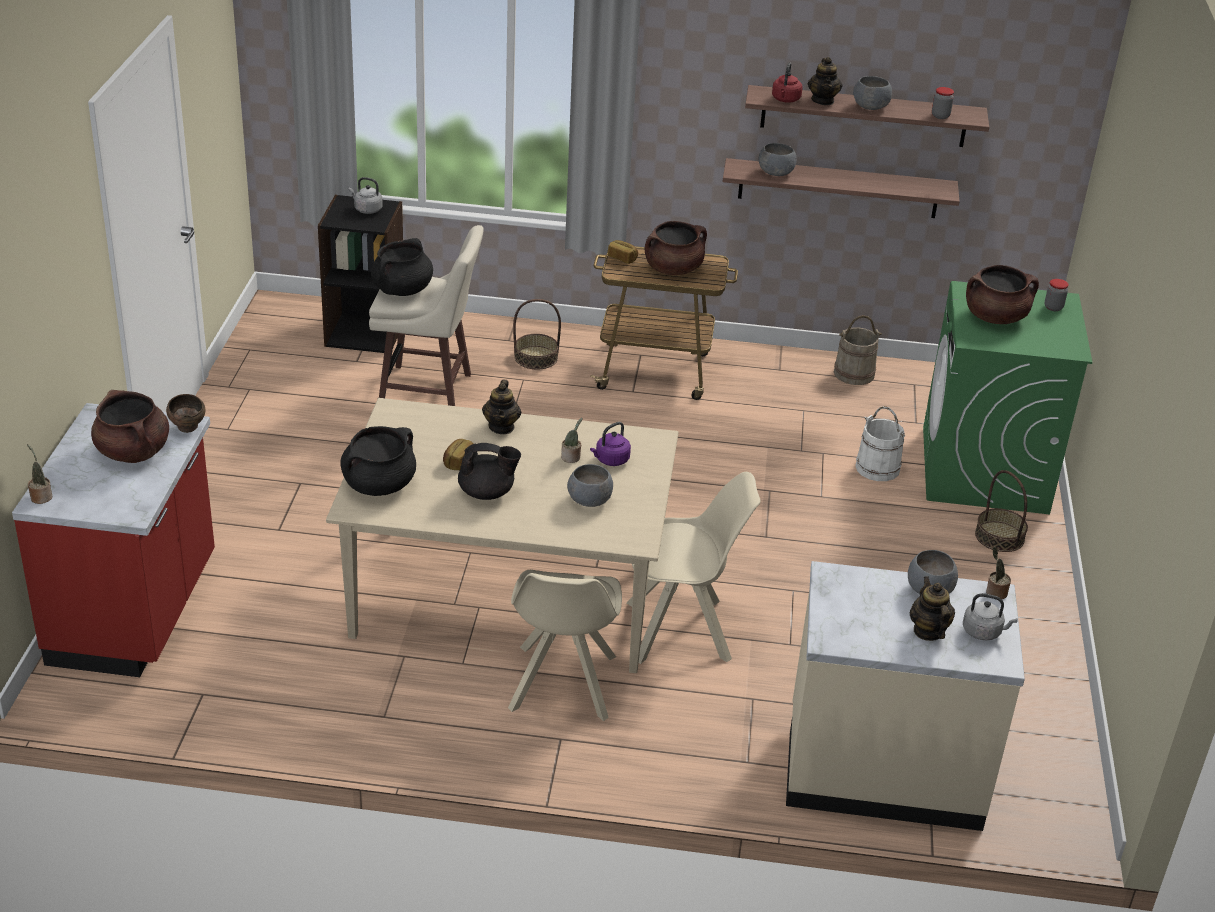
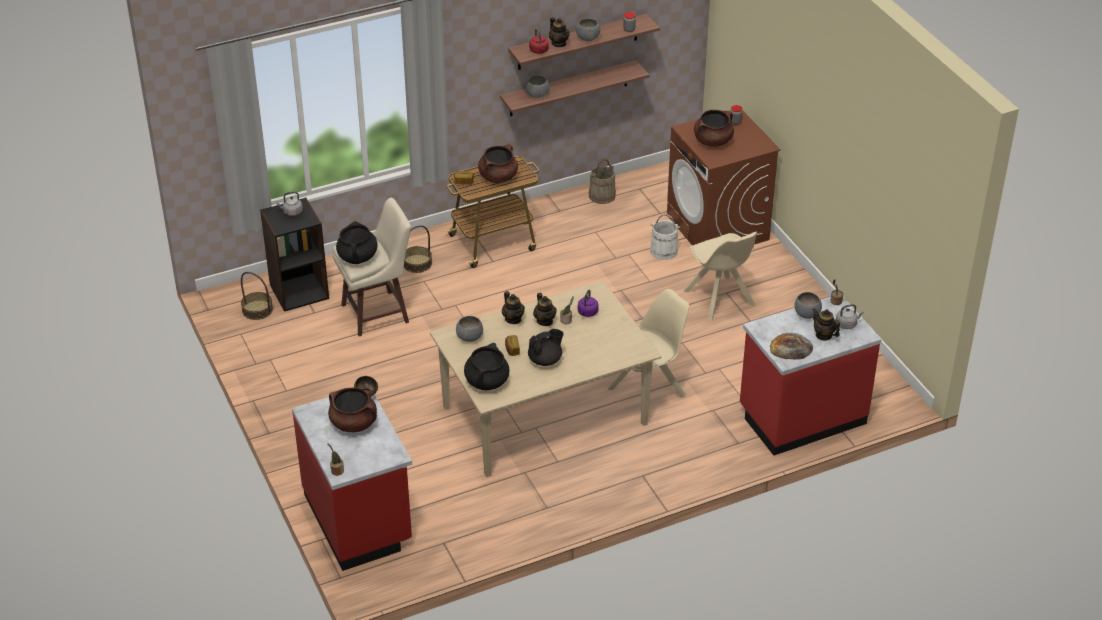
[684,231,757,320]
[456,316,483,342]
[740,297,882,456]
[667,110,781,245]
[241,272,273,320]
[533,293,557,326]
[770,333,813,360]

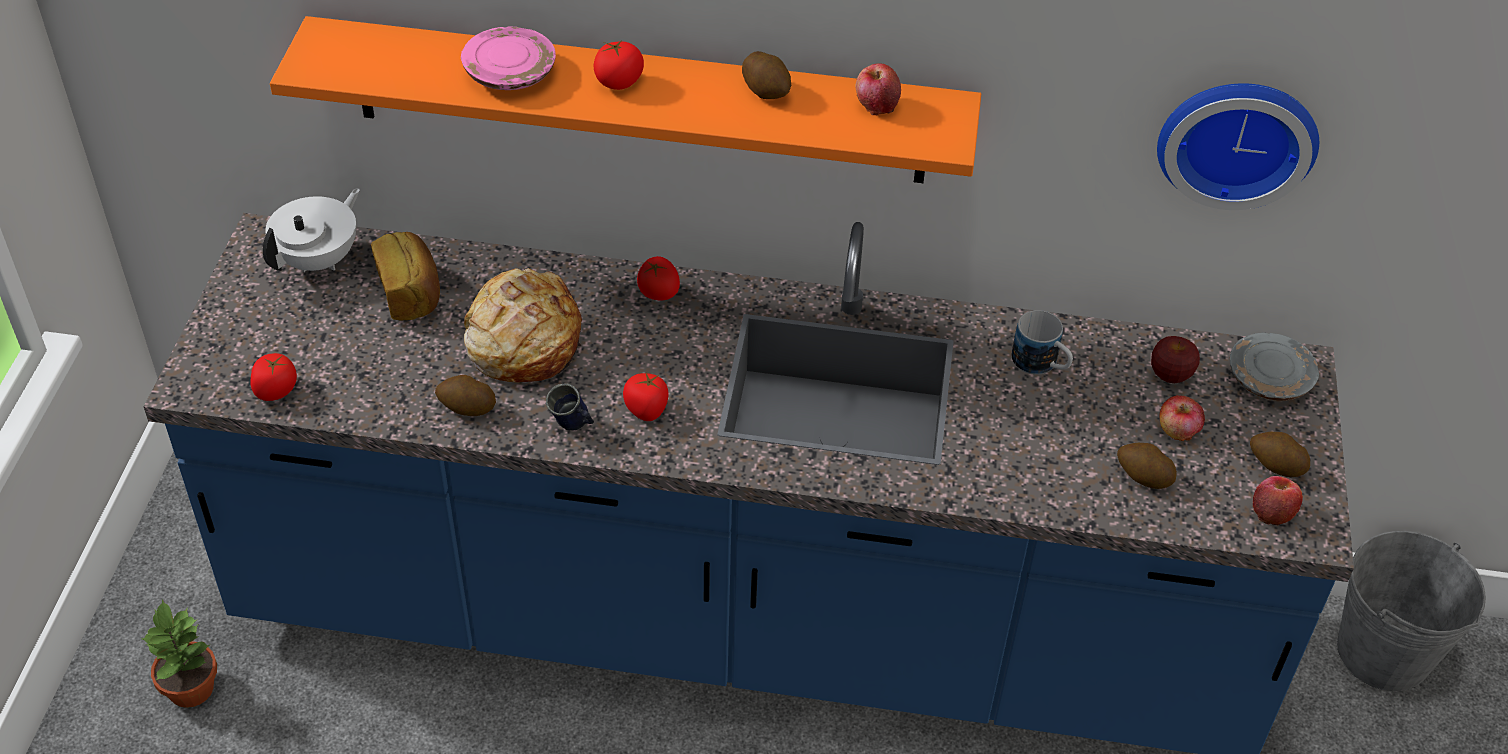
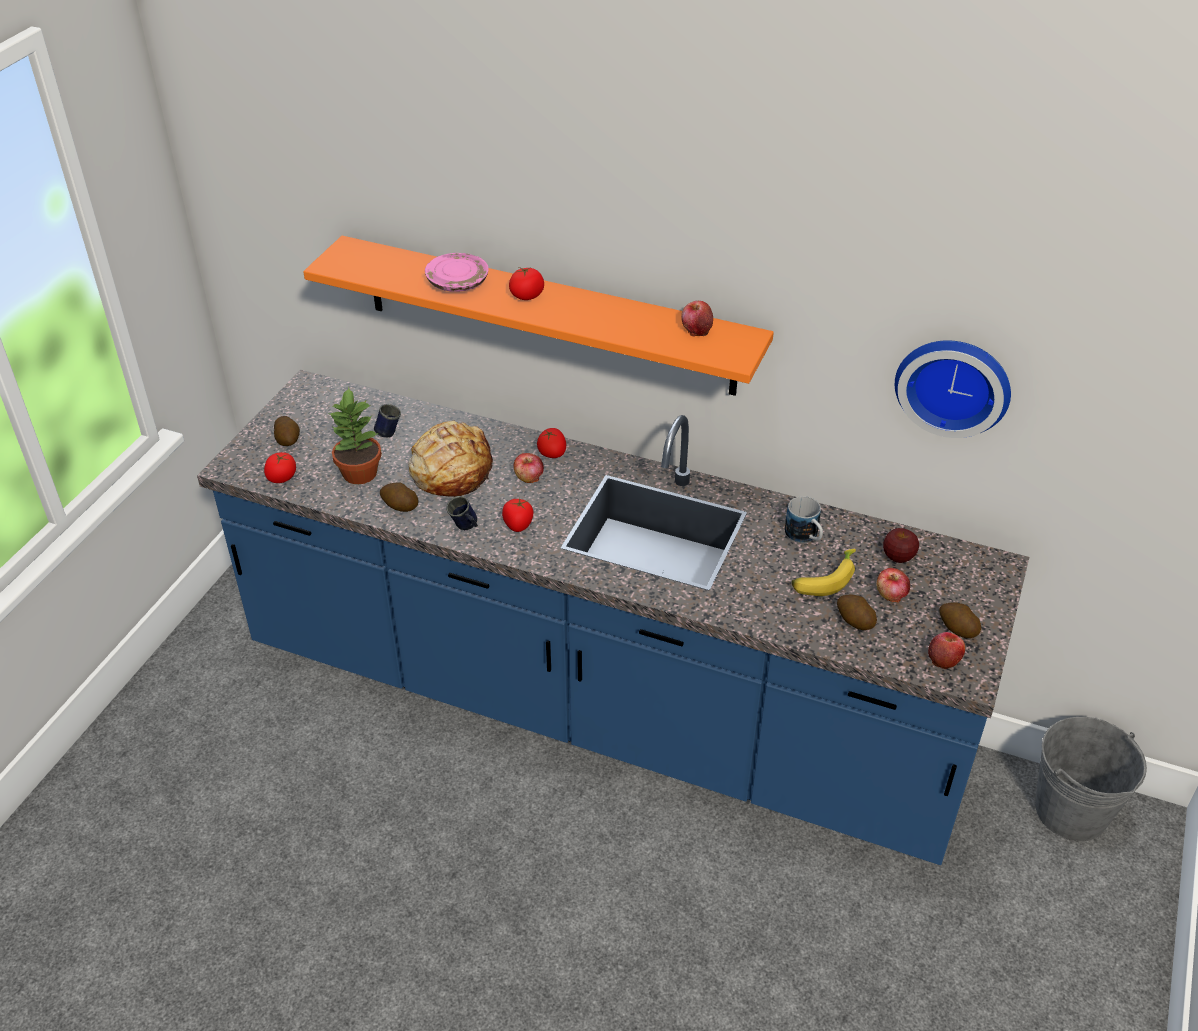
[329,387,382,484]
[263,188,360,272] (first image)
[374,404,401,438]
[274,416,300,446]
[1230,333,1319,401] (first image)
[514,453,544,483]
[792,549,856,596]

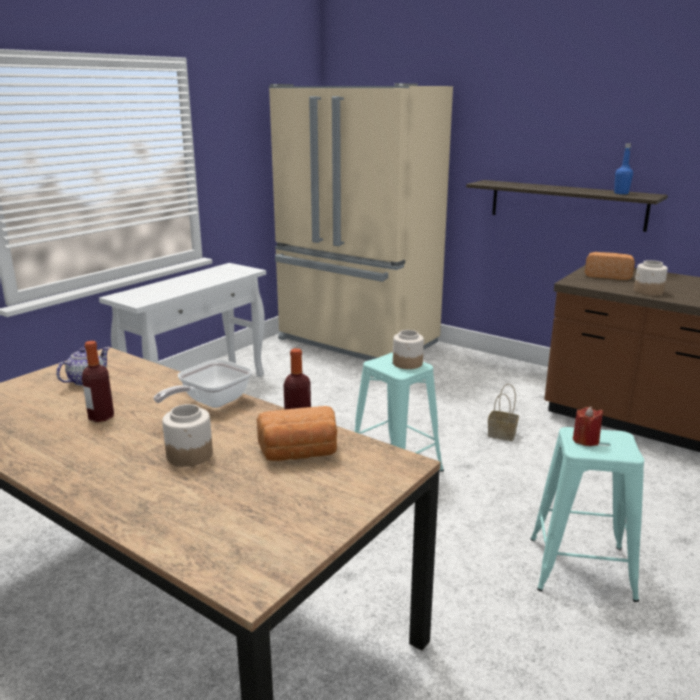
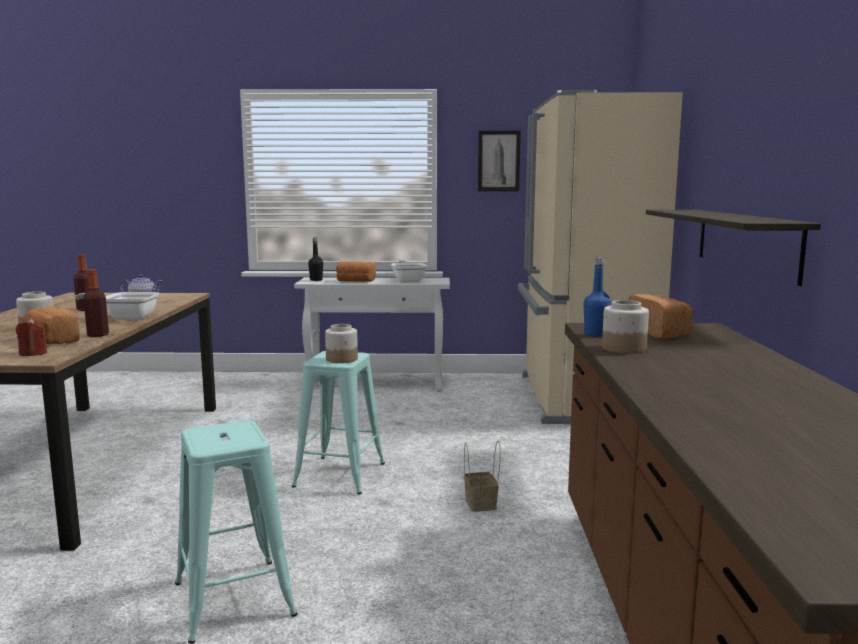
[16,318,47,356]
[583,257,611,337]
[308,238,323,281]
[336,261,376,282]
[391,260,427,283]
[478,130,521,191]

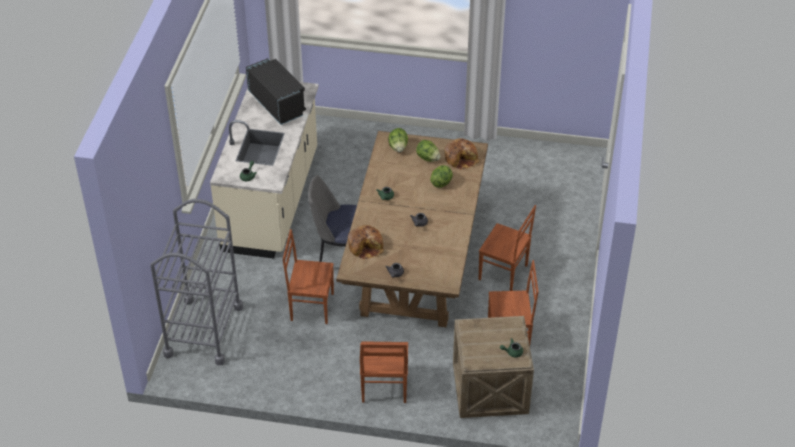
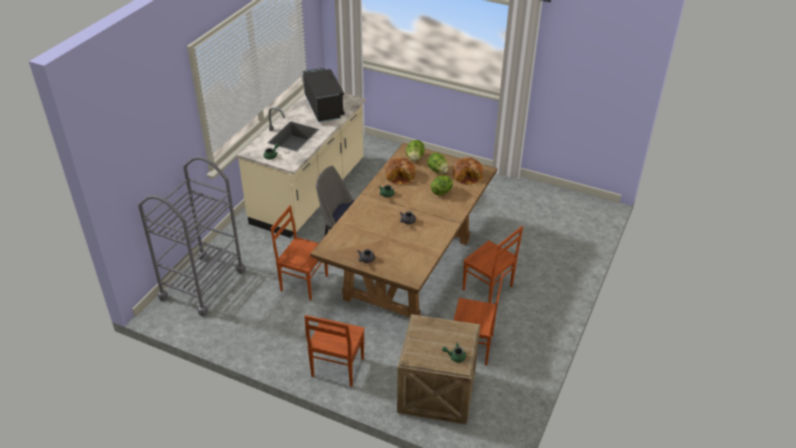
[385,157,415,185]

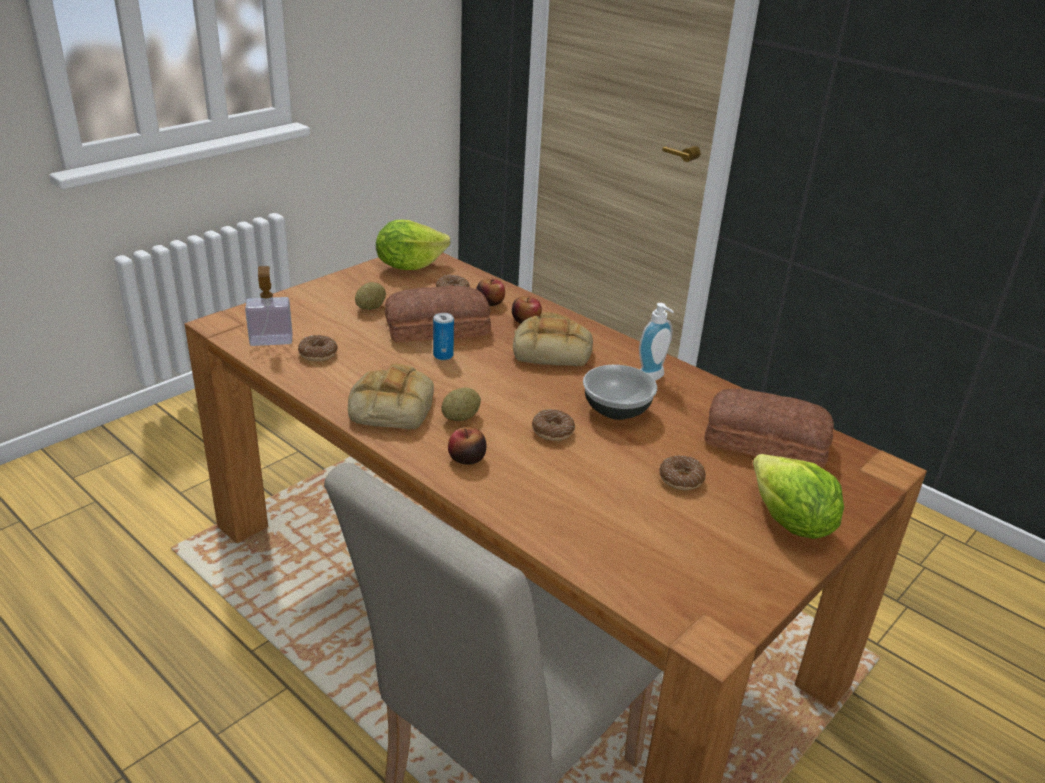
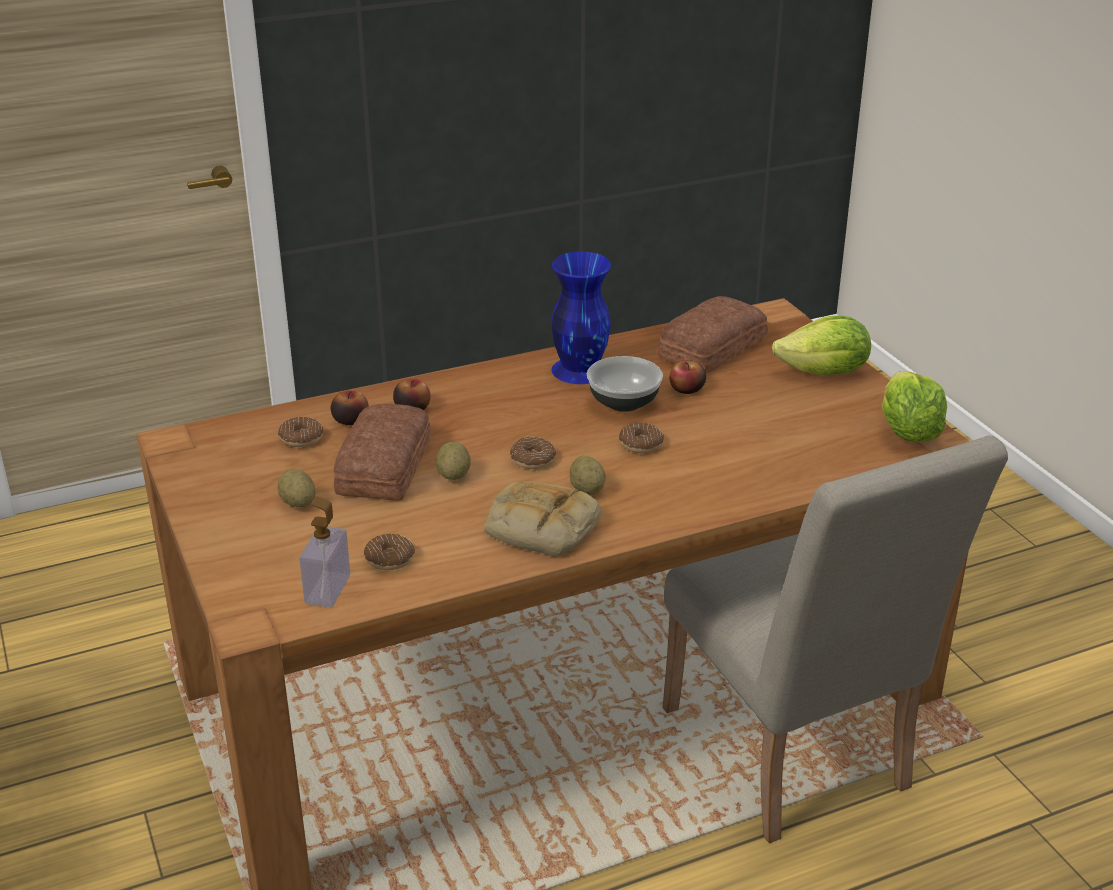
[882,372,947,442]
[436,441,471,480]
[670,360,706,394]
[513,312,593,366] (first image)
[551,251,611,384]
[510,437,556,469]

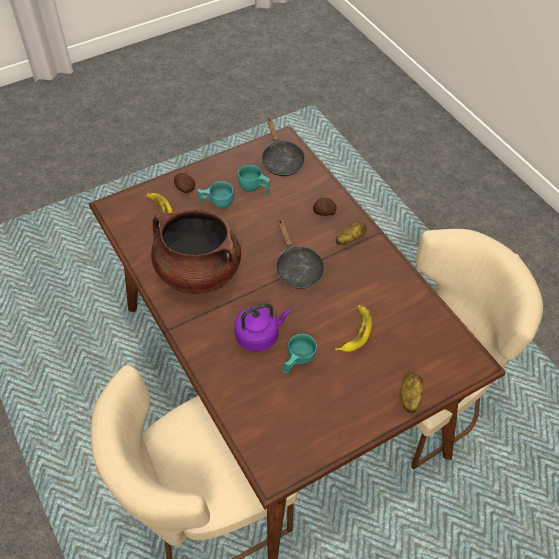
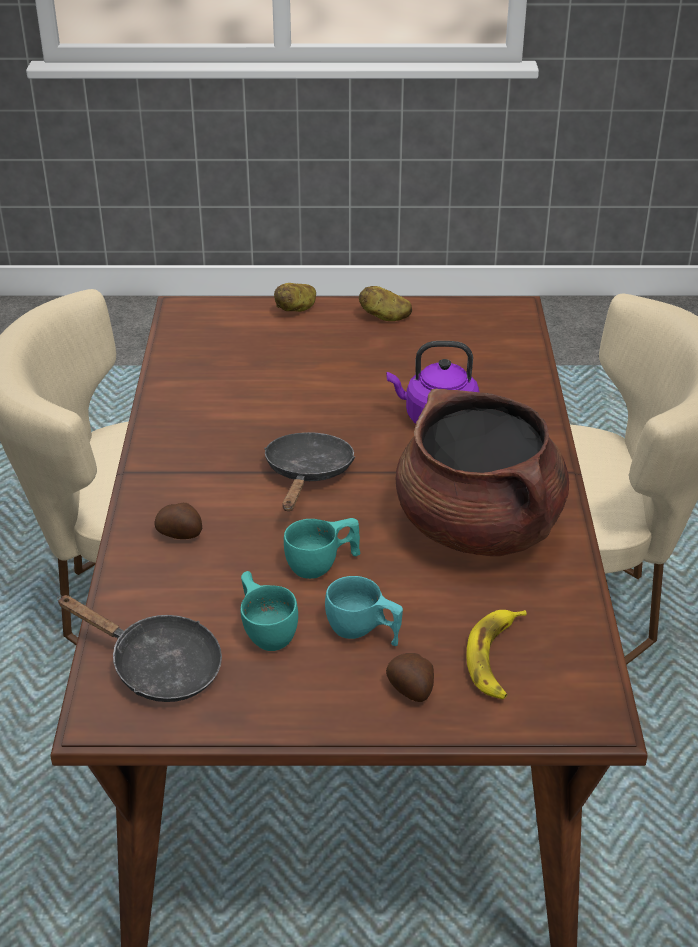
[57,595,222,702]
[284,518,360,579]
[335,305,372,352] (first image)
[359,286,412,321]

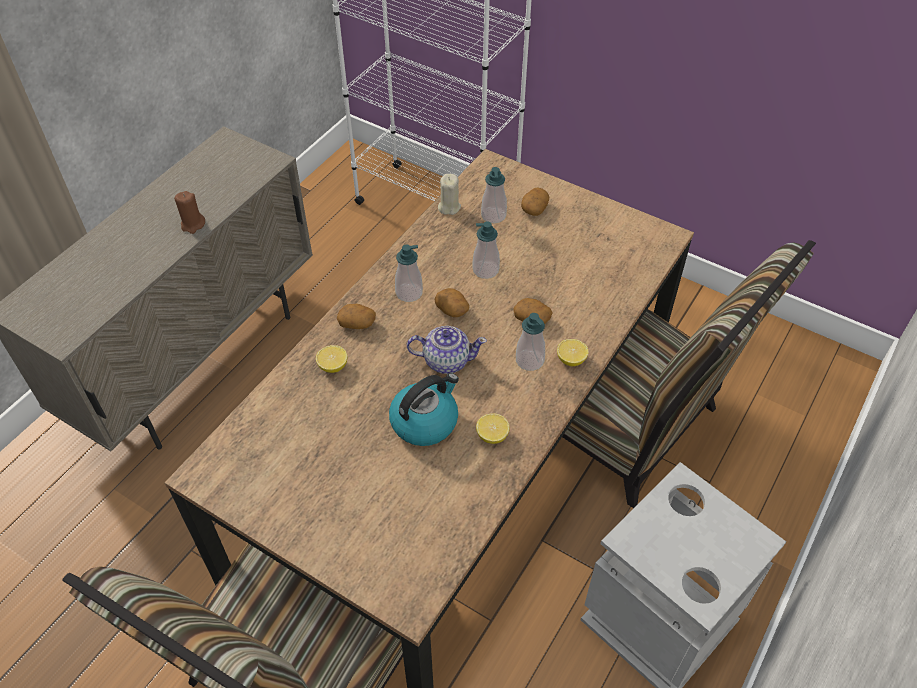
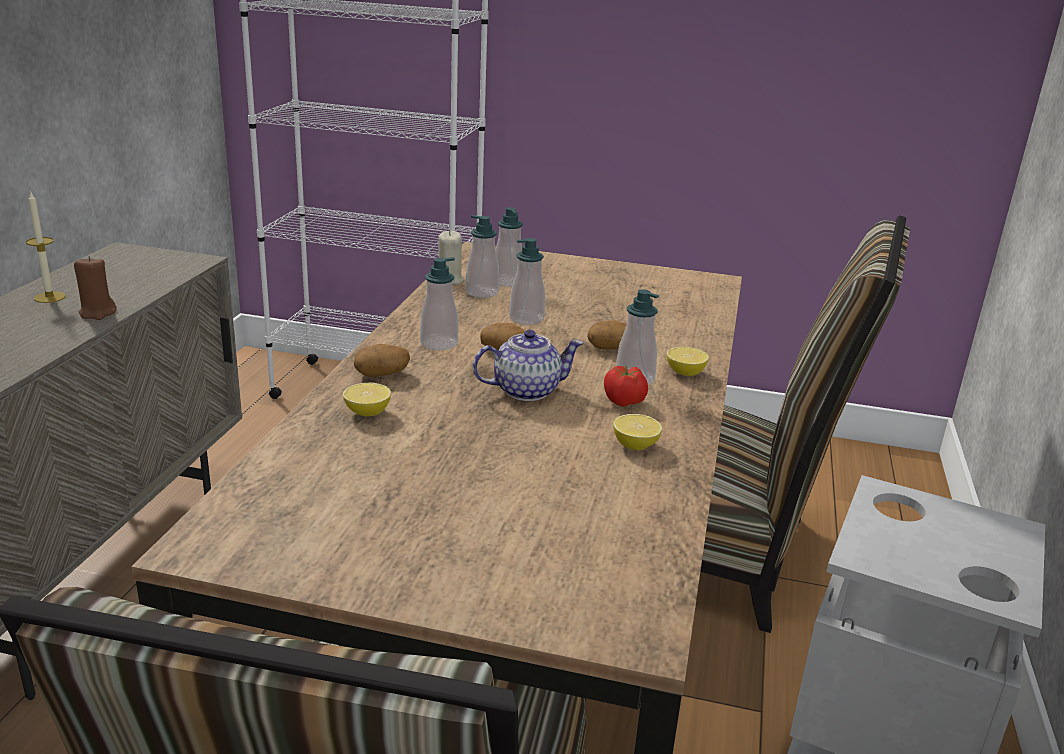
[389,373,459,446] (first image)
[521,187,549,216] (first image)
[26,192,66,303]
[465,215,499,298]
[604,365,648,407]

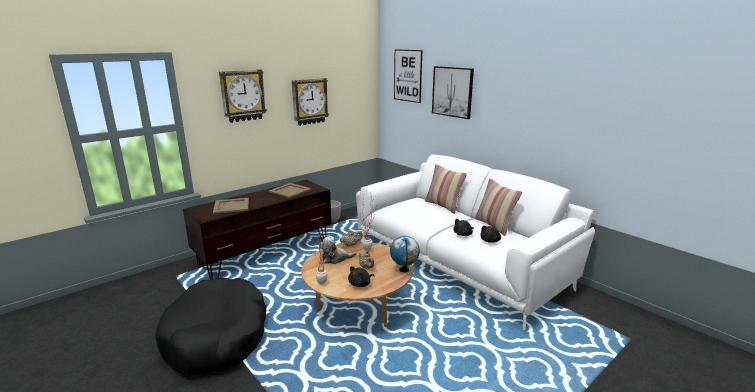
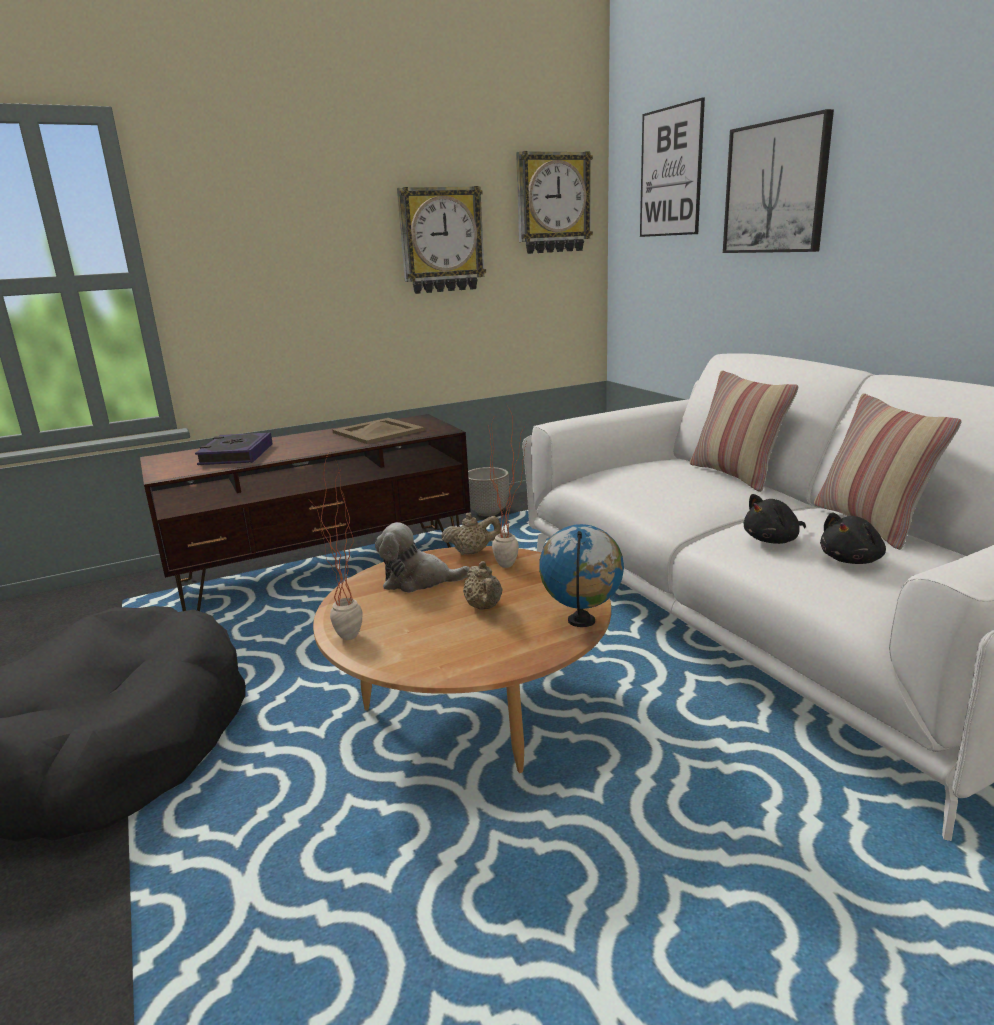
[195,432,273,465]
[516,151,593,254]
[348,266,375,287] (first image)

